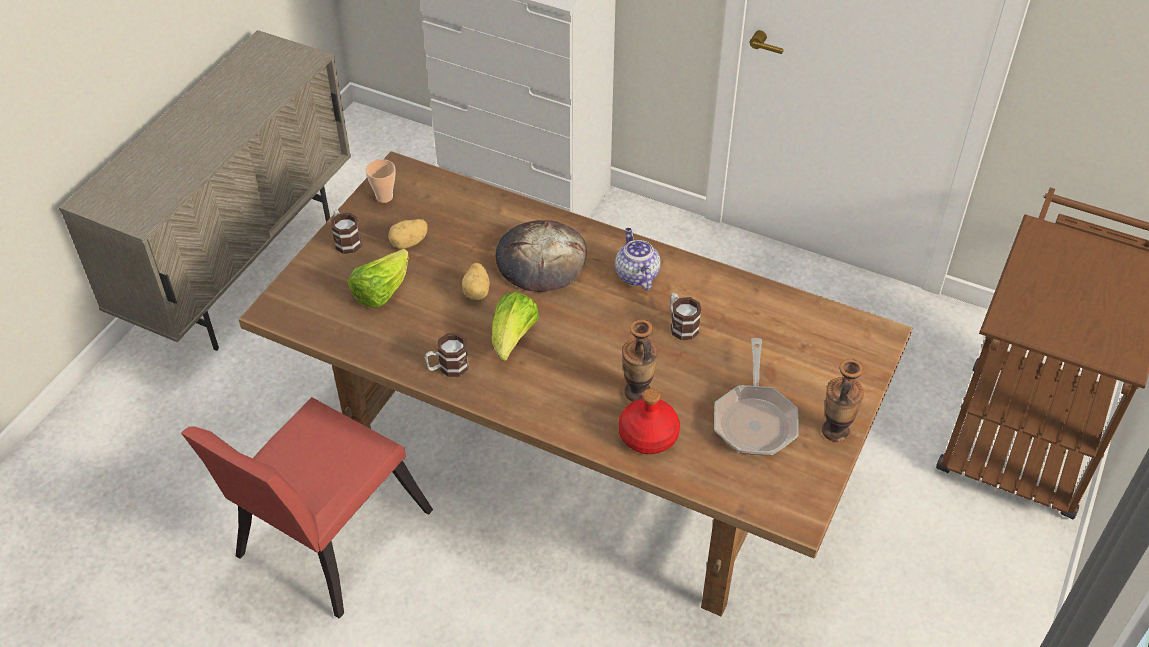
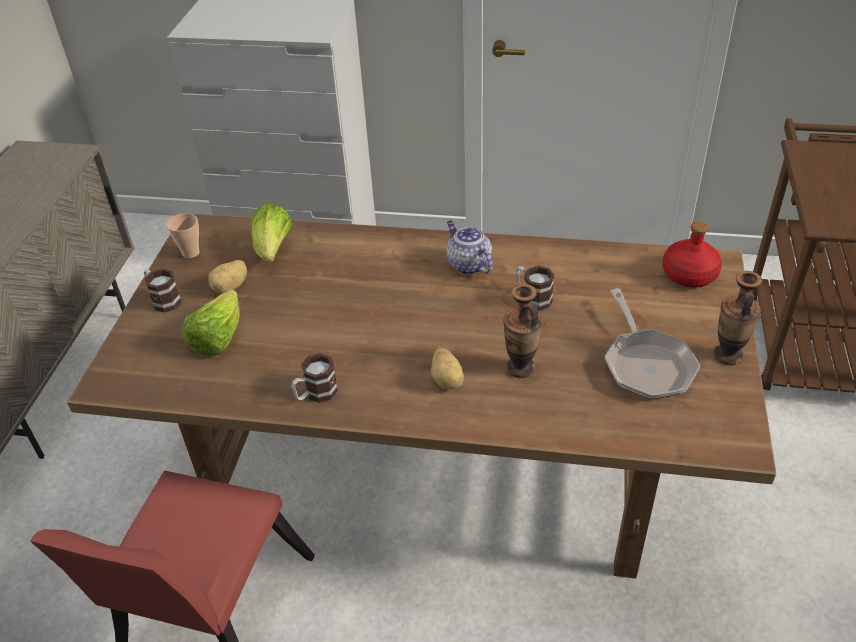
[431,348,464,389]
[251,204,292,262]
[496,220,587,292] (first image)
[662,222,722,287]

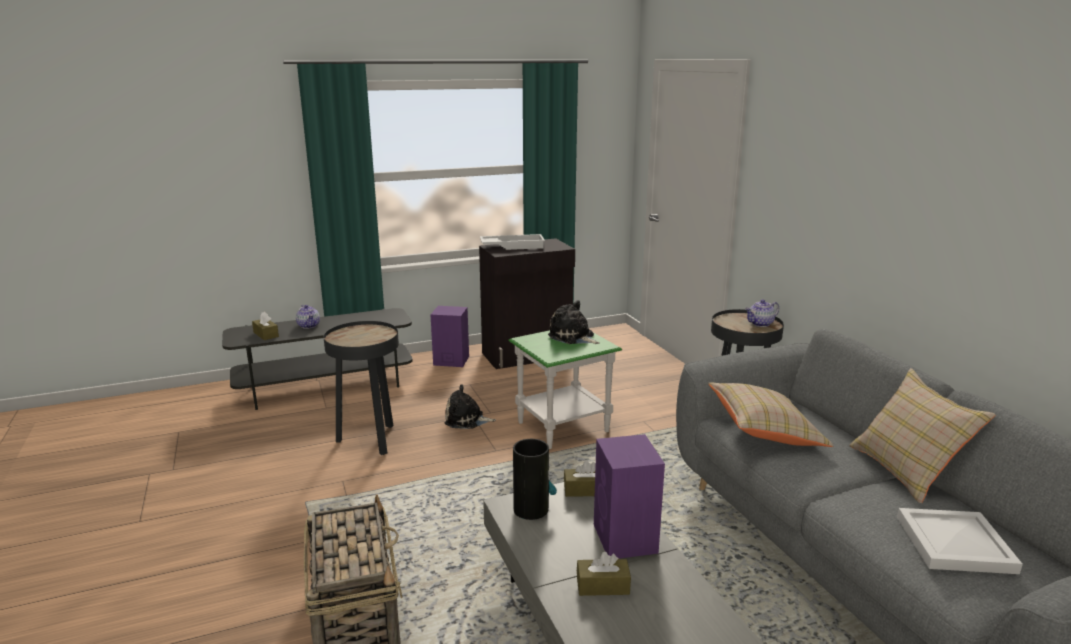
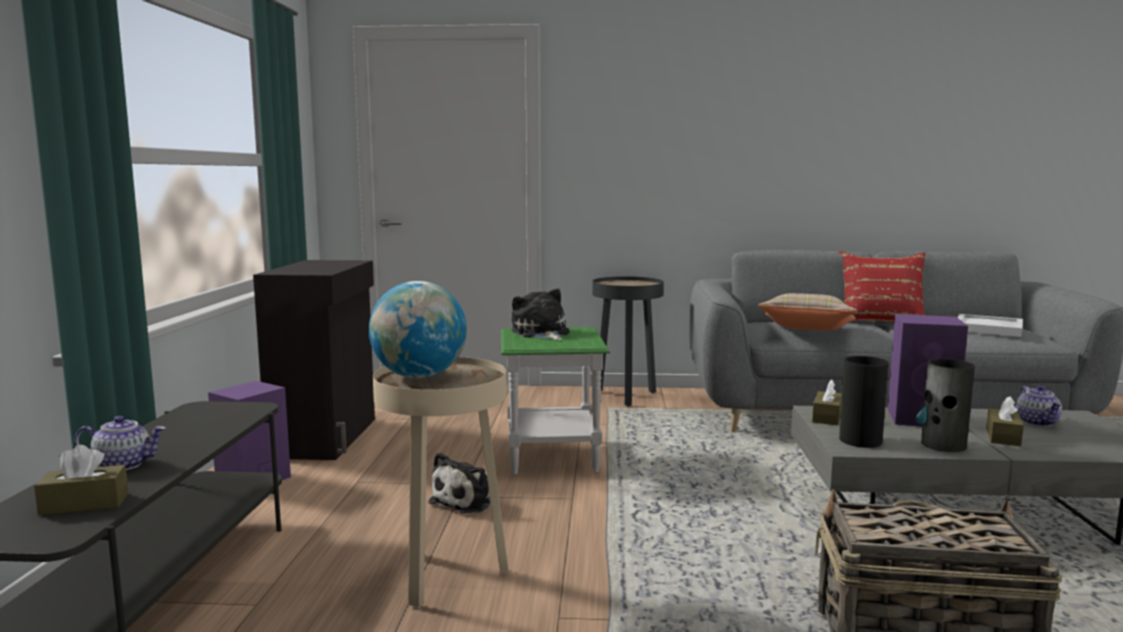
[373,357,509,607]
[480,234,545,250] (first image)
[511,288,570,341]
[1016,385,1062,426]
[838,251,925,322]
[369,281,467,378]
[916,359,975,452]

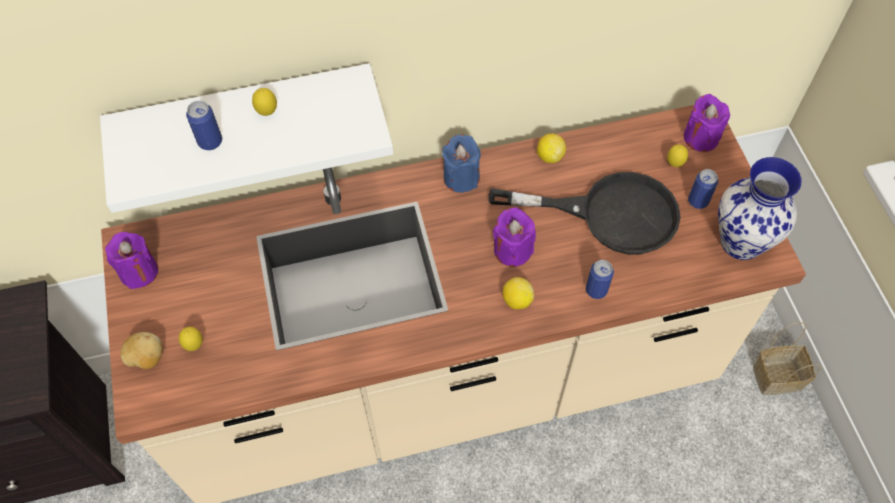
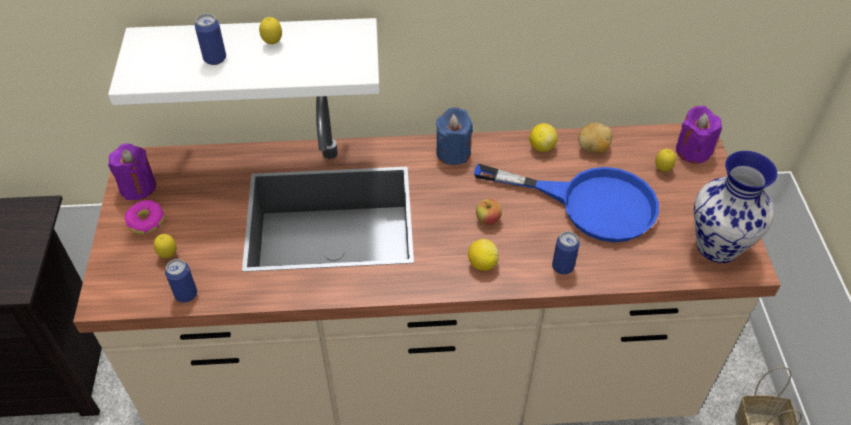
[578,123,612,153]
[474,163,659,242]
[476,199,502,225]
[165,259,197,303]
[125,200,165,234]

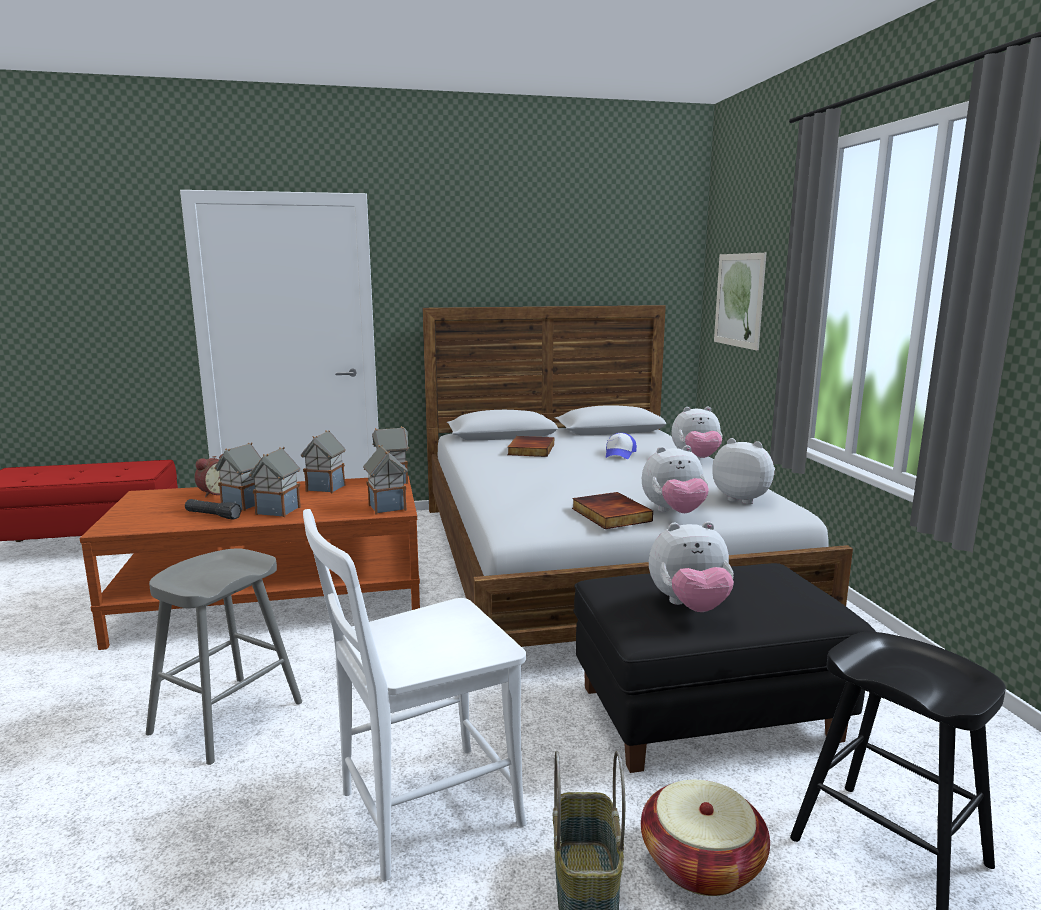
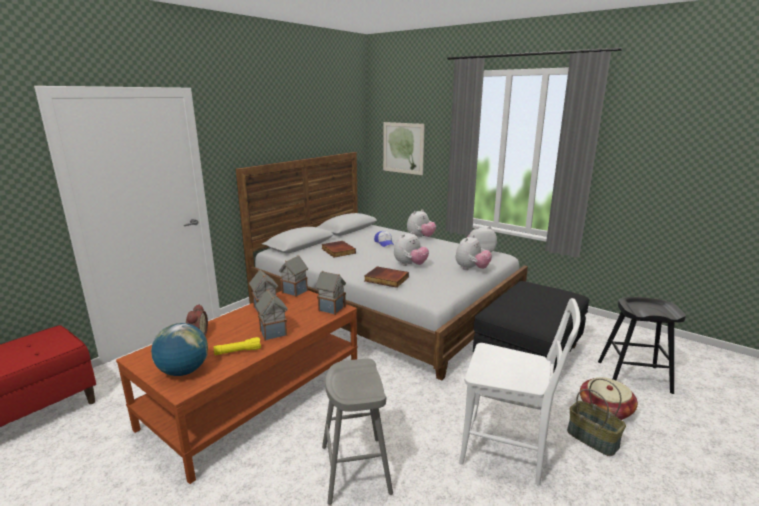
[214,337,261,355]
[214,443,261,511] (first image)
[459,298,581,486]
[365,267,409,288]
[394,231,429,266]
[151,323,208,376]

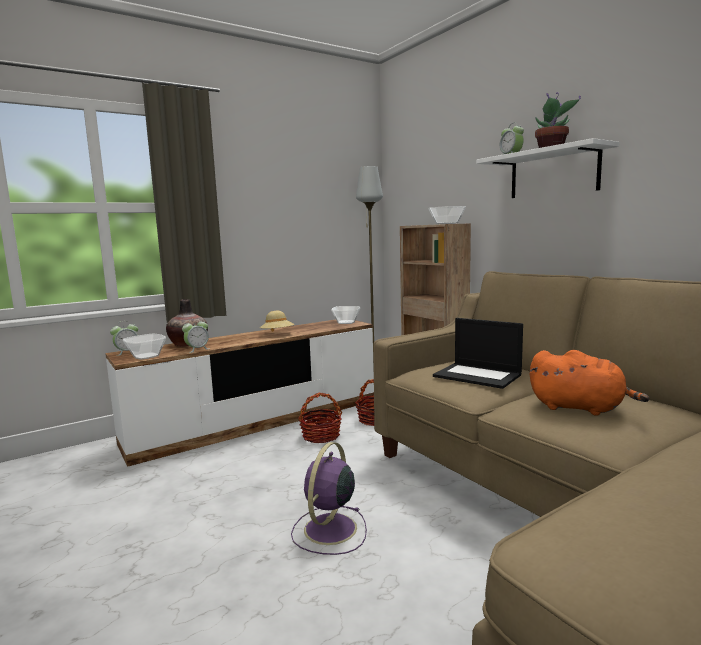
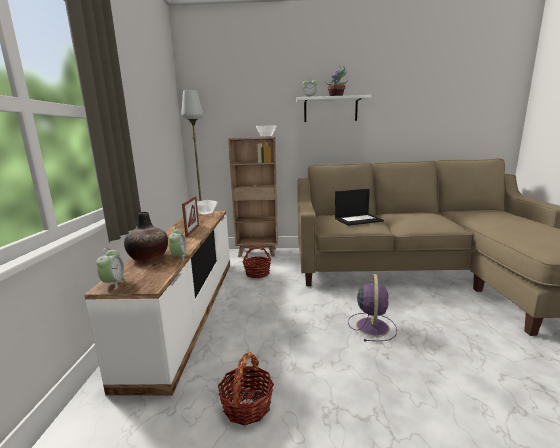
[123,334,166,360] (first image)
[182,196,199,237]
[348,274,397,341]
[218,352,274,426]
[530,350,650,416] (first image)

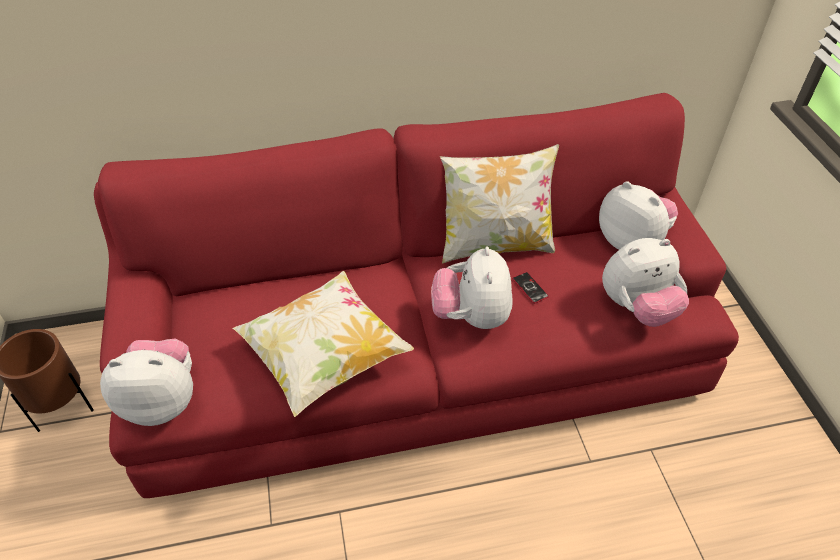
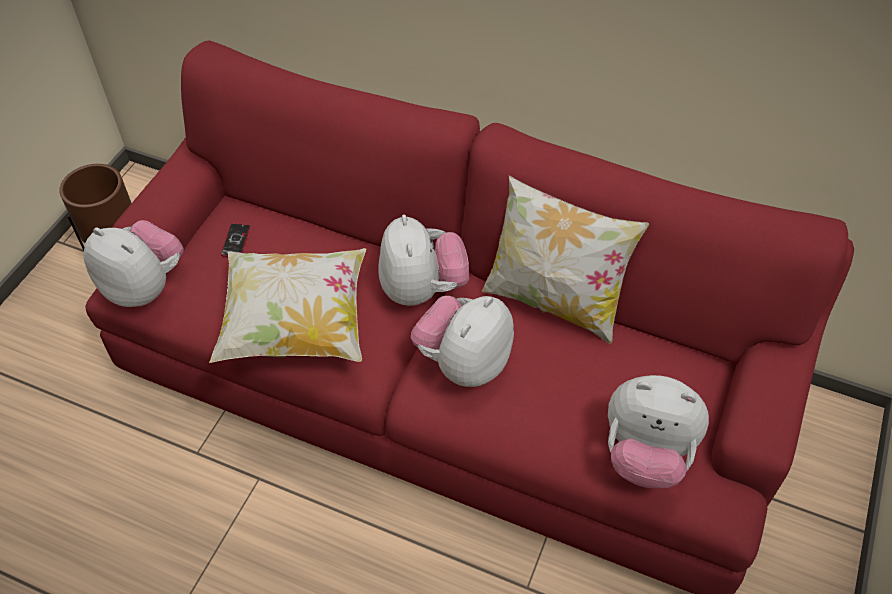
[221,223,250,257]
[378,215,469,306]

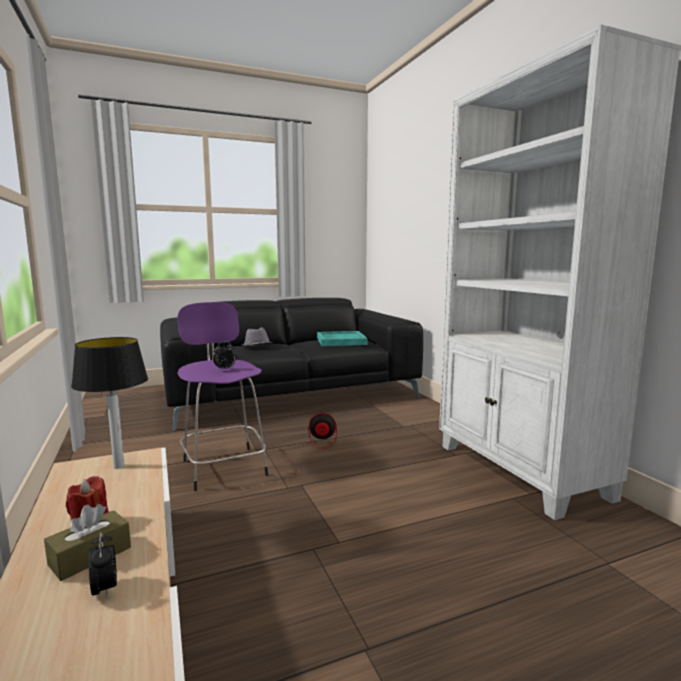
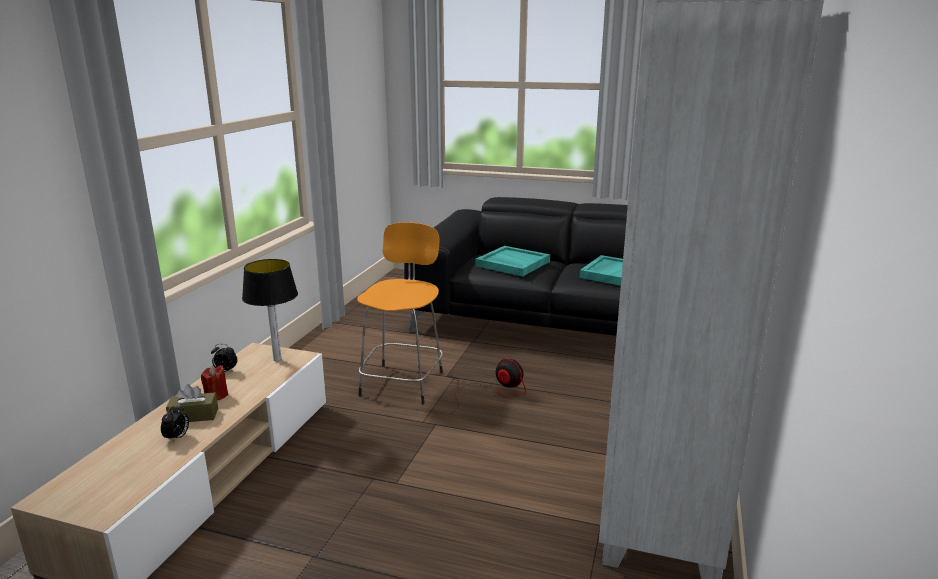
[357,222,443,404]
[211,344,237,372]
[475,246,550,276]

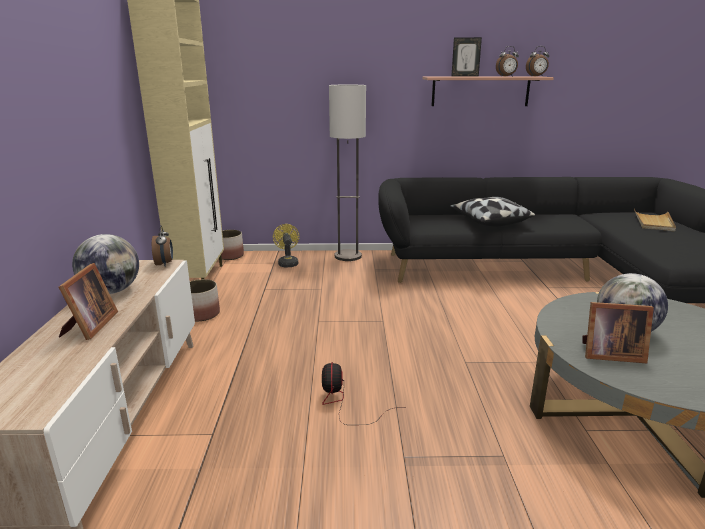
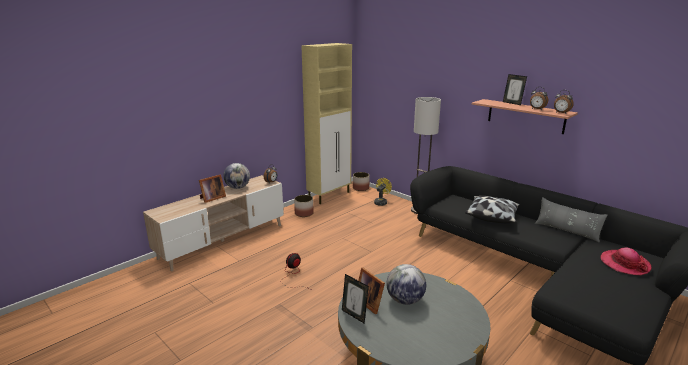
[600,247,652,275]
[342,274,369,324]
[535,197,607,242]

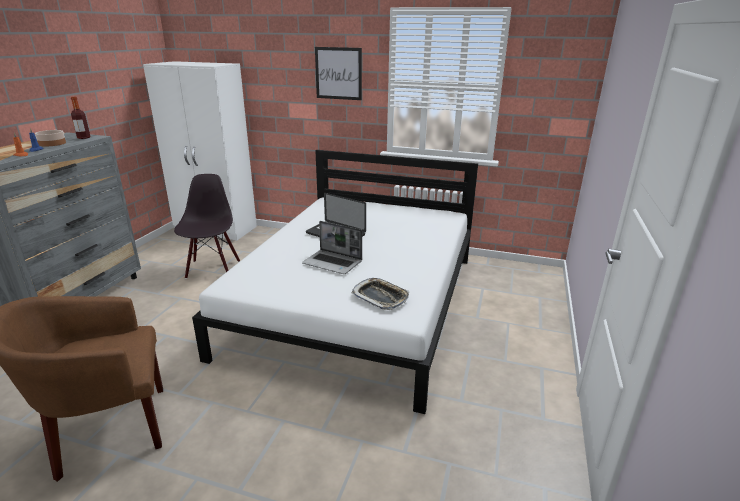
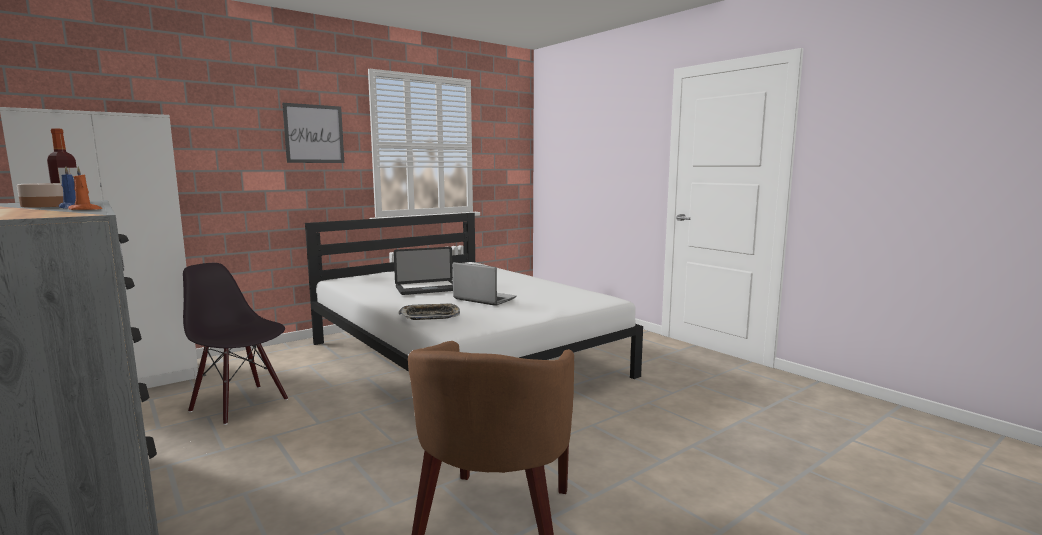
[453,262,517,306]
[399,303,460,320]

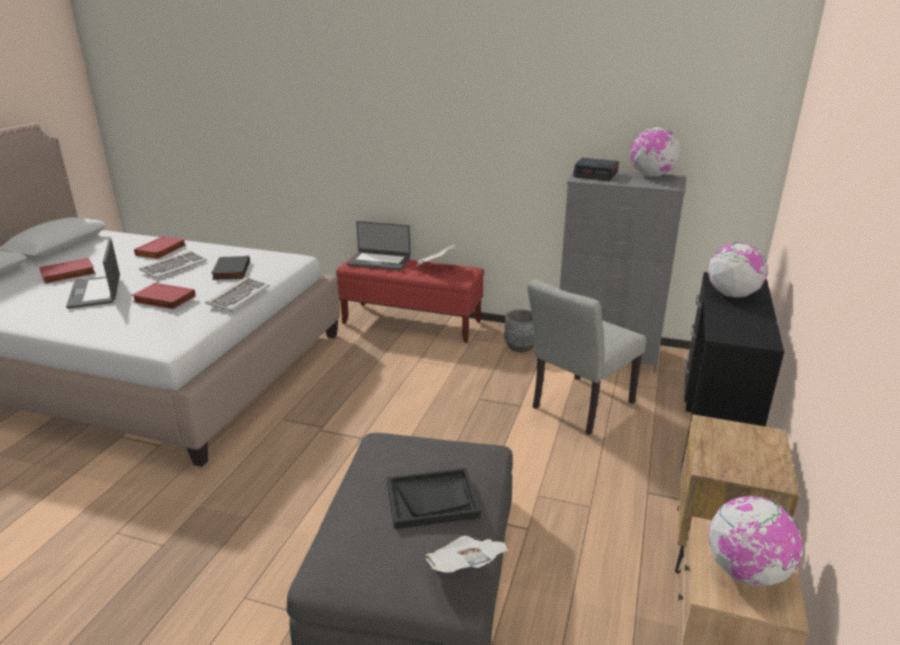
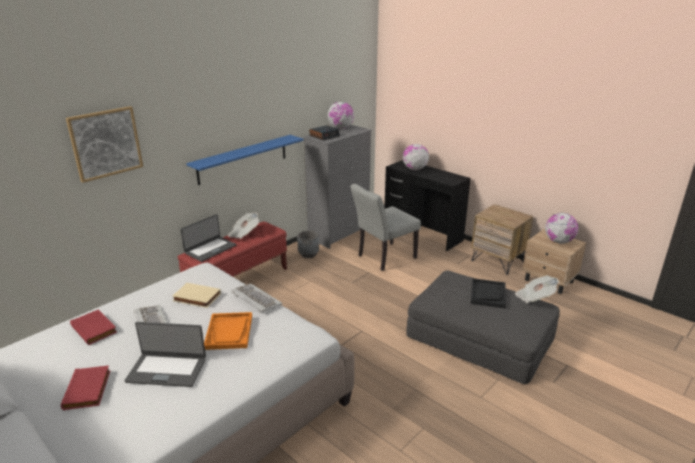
[204,312,252,350]
[172,283,221,308]
[351,184,421,271]
[66,106,143,183]
[186,135,304,185]

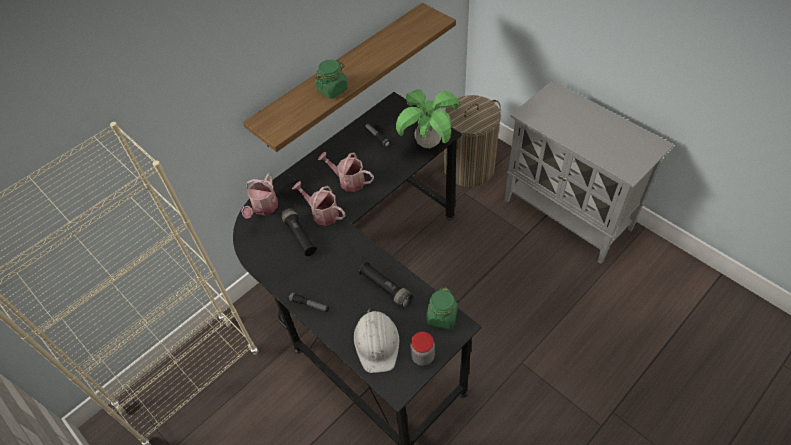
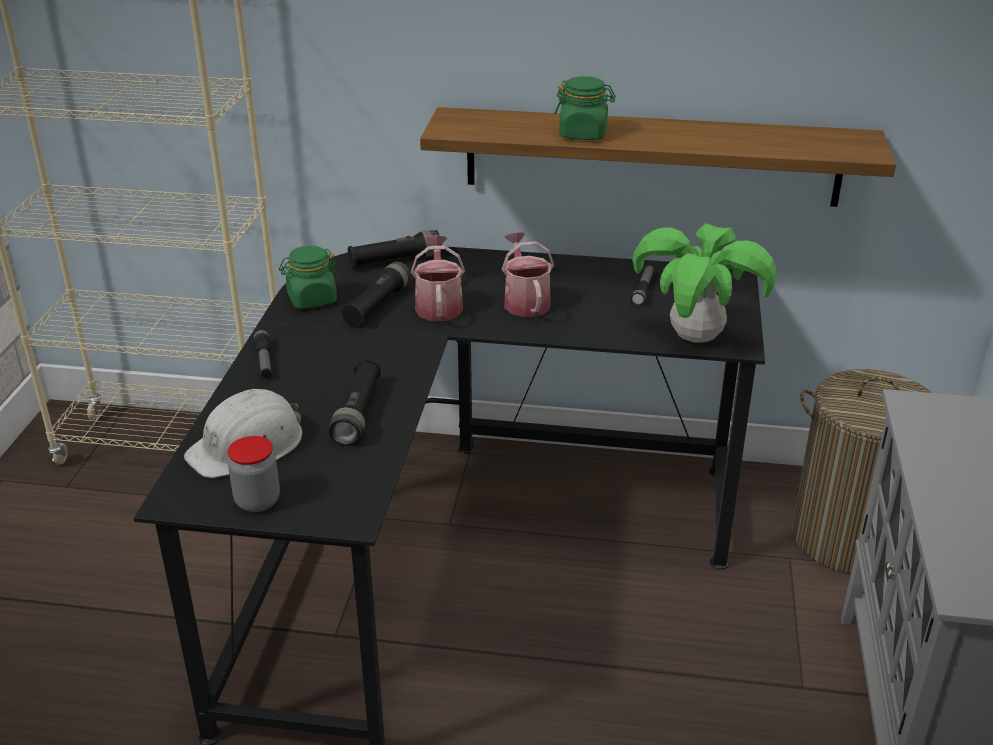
[348,230,442,267]
[279,246,339,309]

